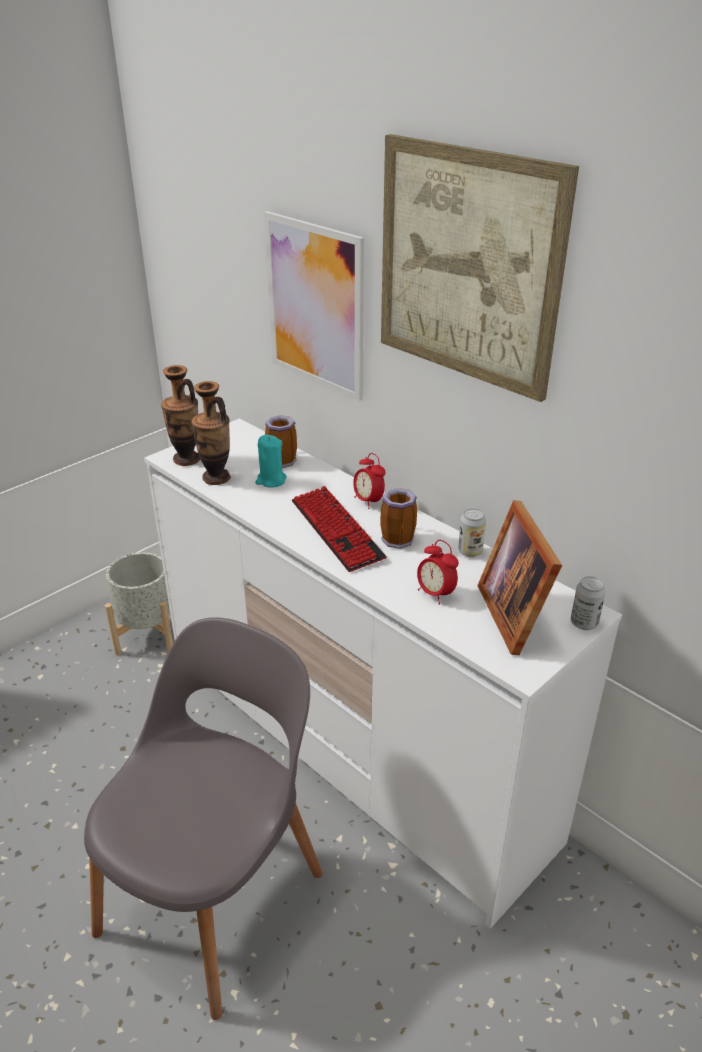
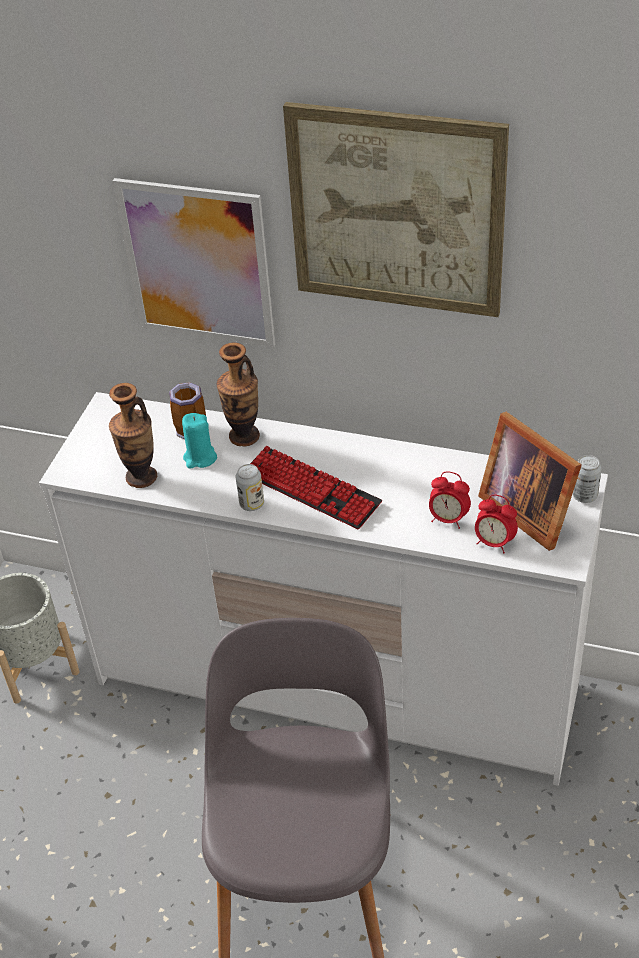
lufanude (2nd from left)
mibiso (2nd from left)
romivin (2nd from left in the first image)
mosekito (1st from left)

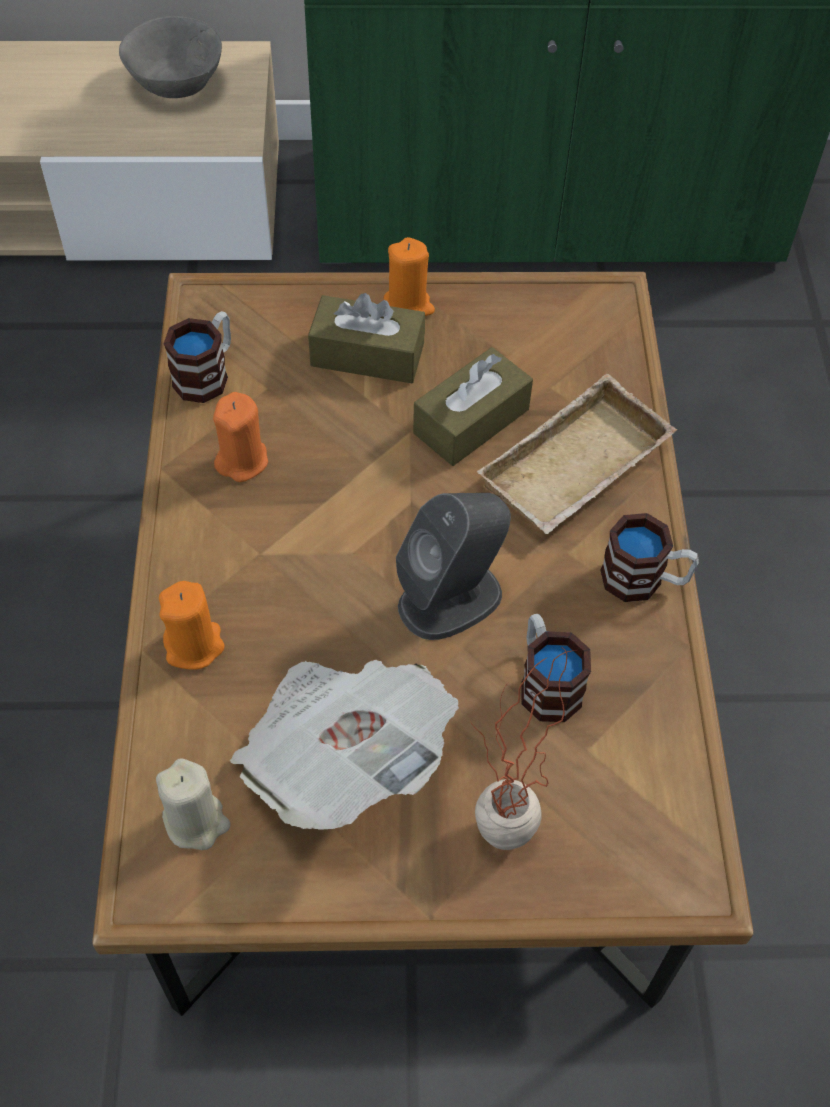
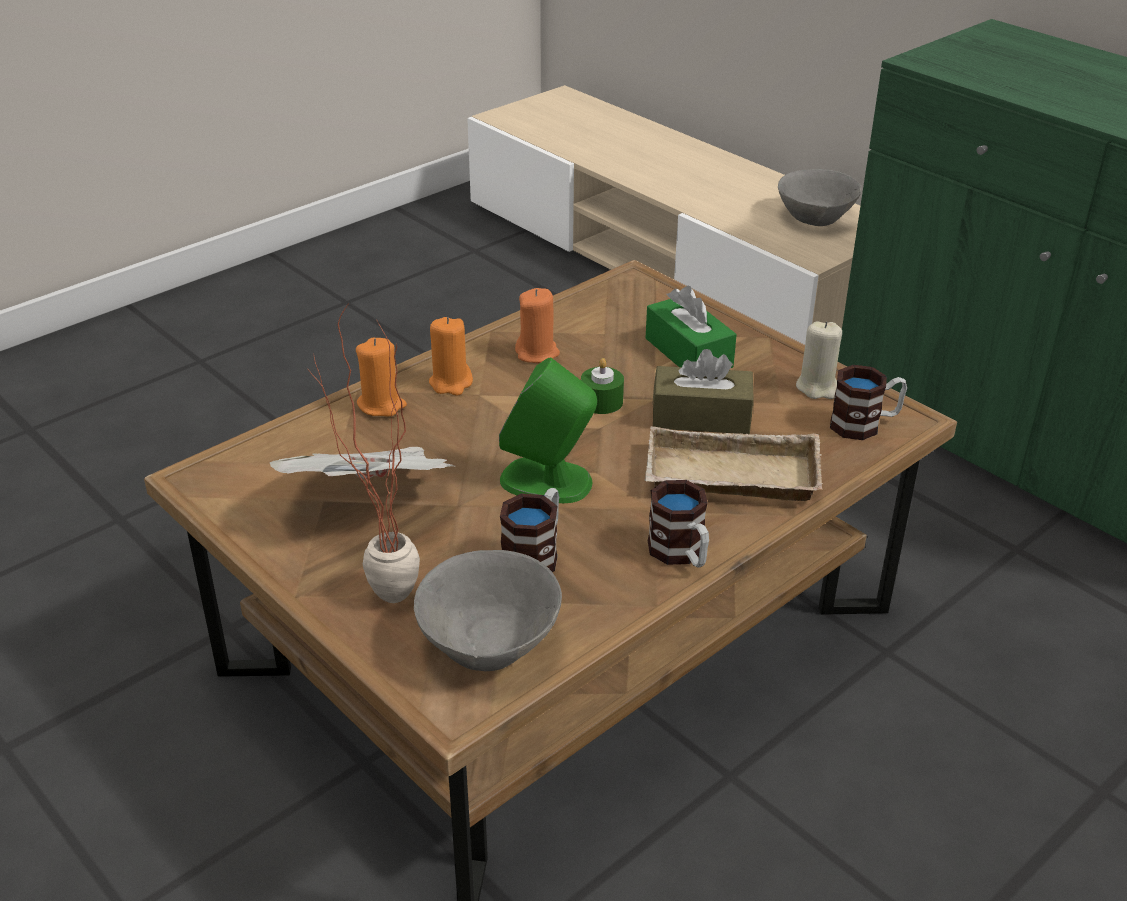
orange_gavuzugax (2nd from left)
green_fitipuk
romivin (3rd from left)
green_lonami
beige_gavuzugax
green_gavuzugax
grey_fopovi (1st from left)

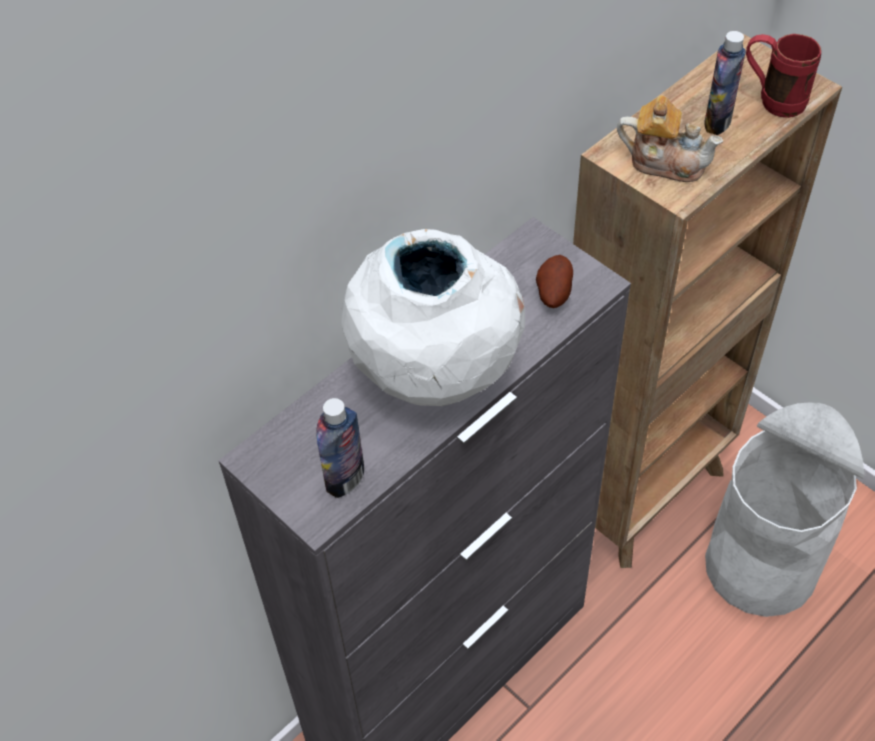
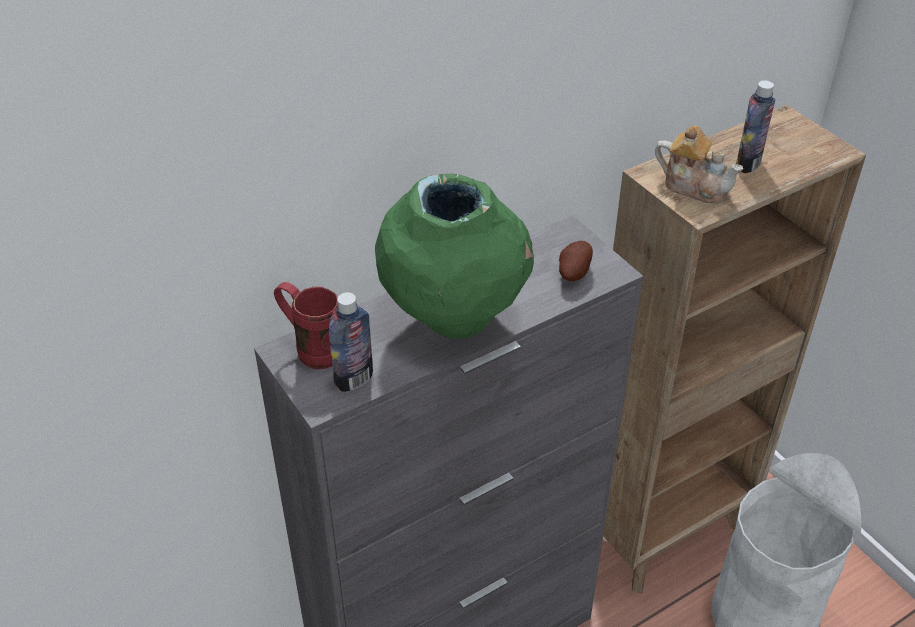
red_romivin
green_lufanude

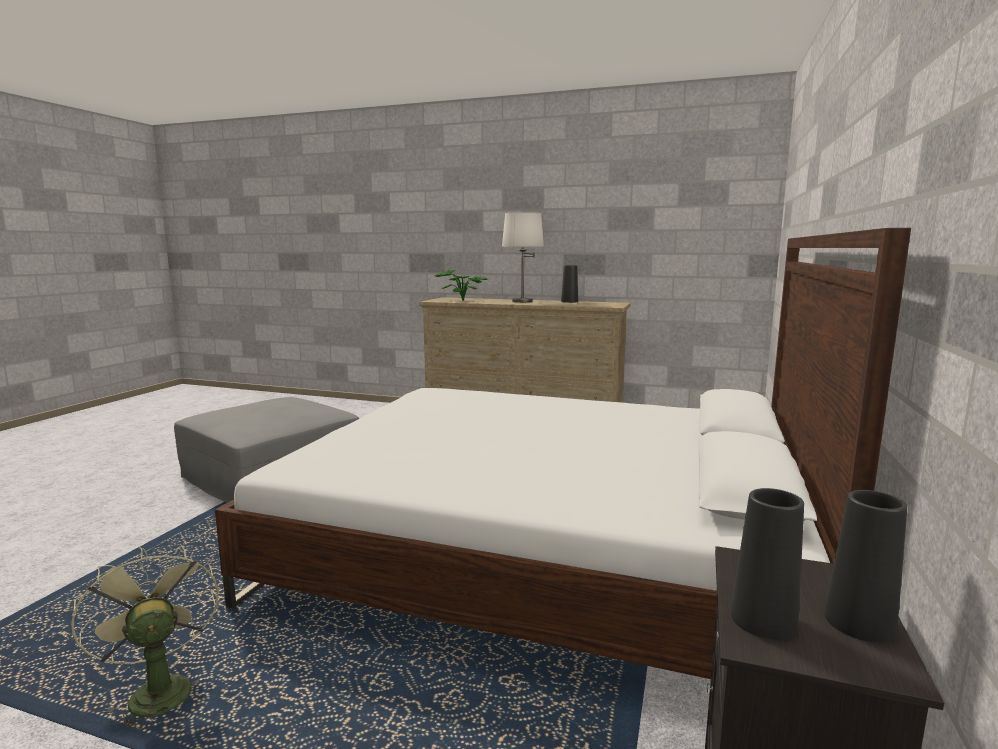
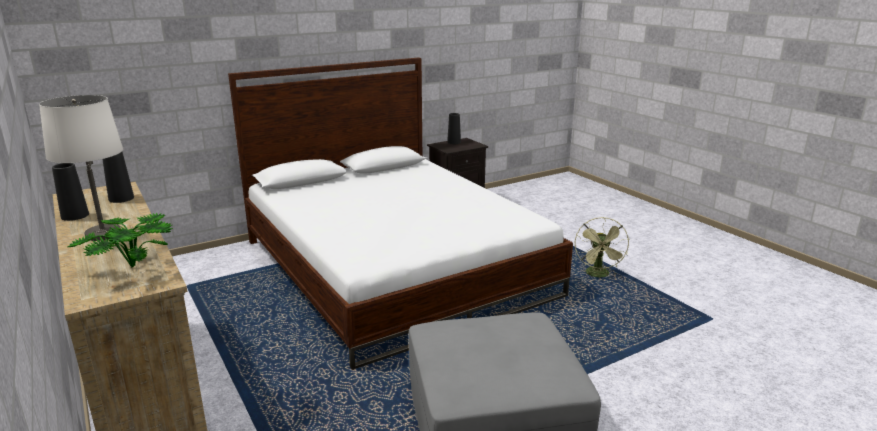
black_lufanude (2nd from left)

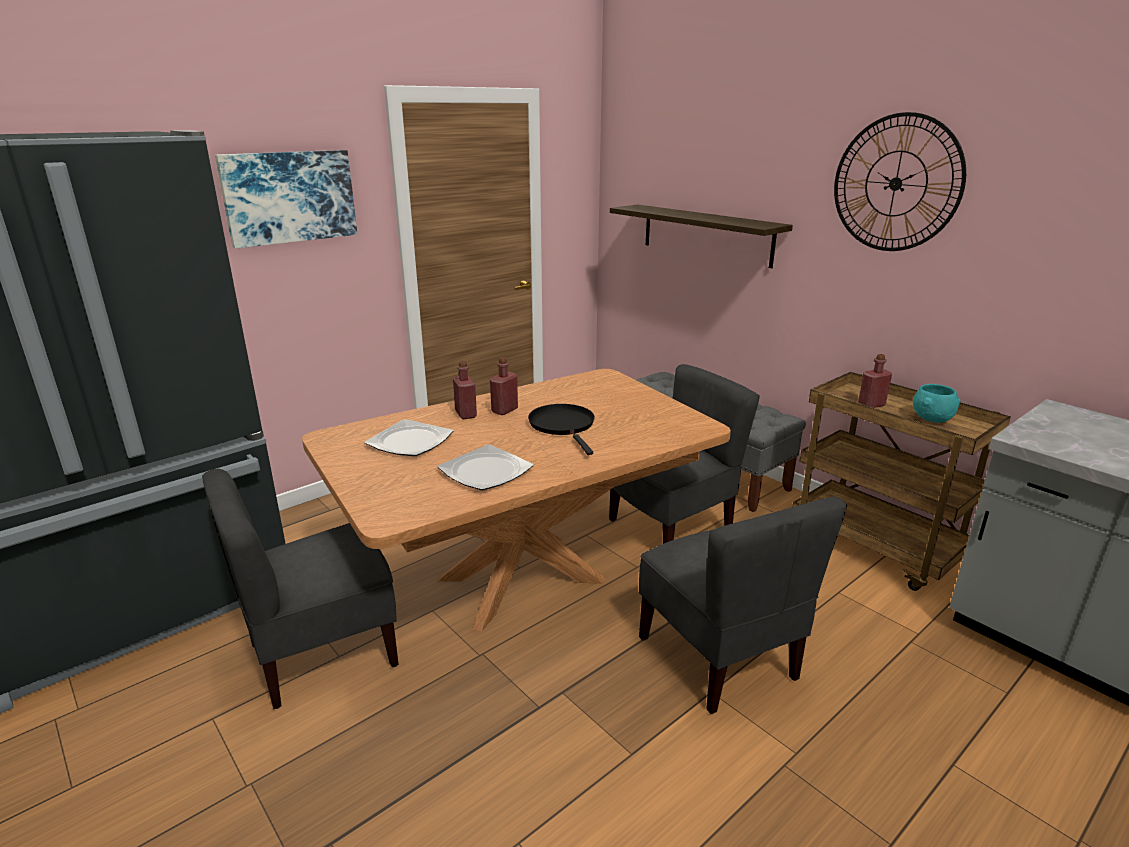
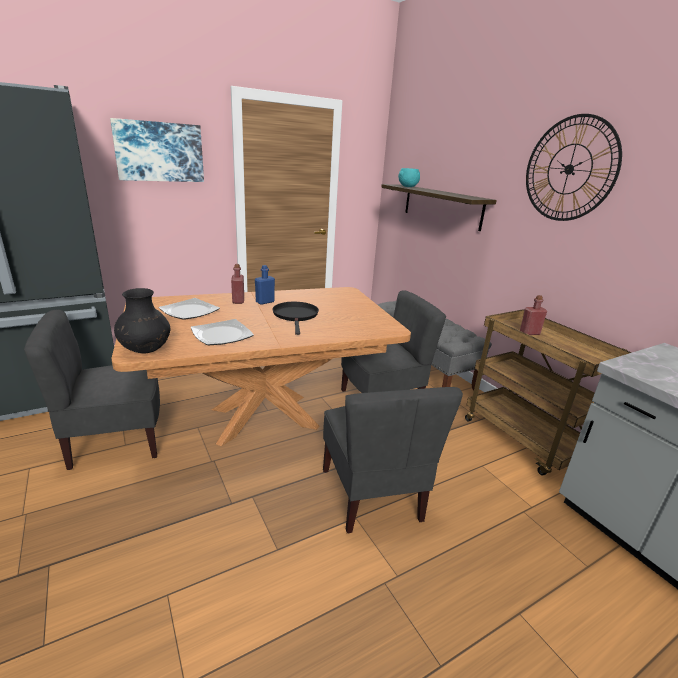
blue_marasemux
turquoise_fopovi
black_lufanude

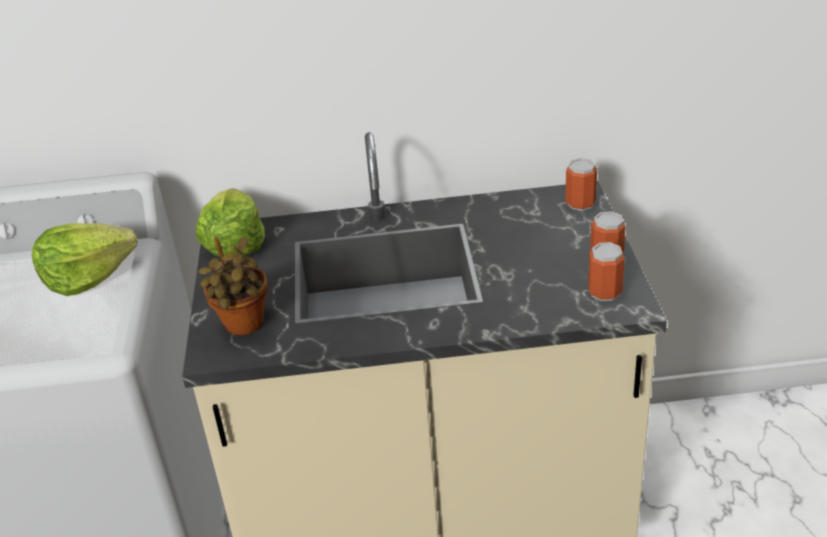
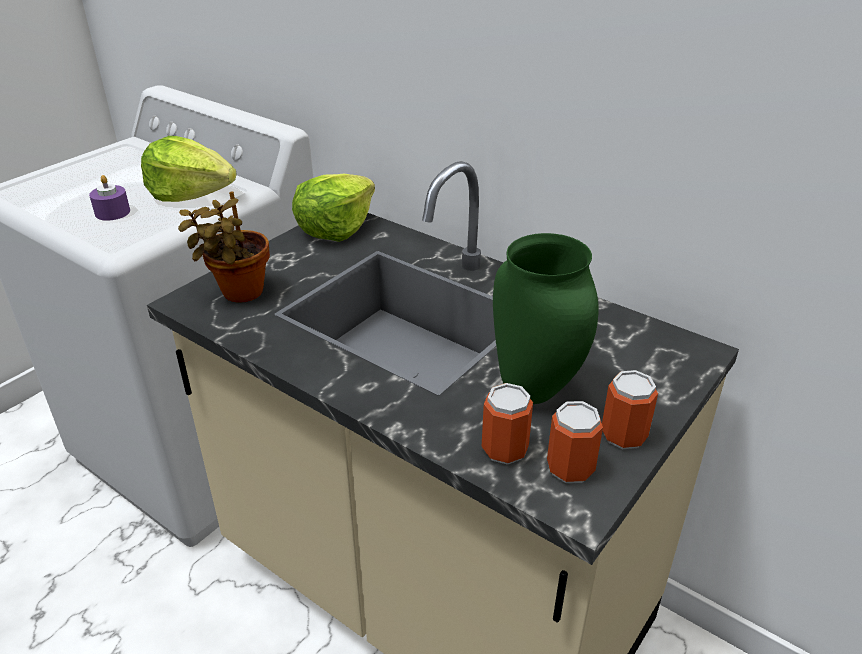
mosekito (1st from left)
purple_gavuzugax
green_lufanude

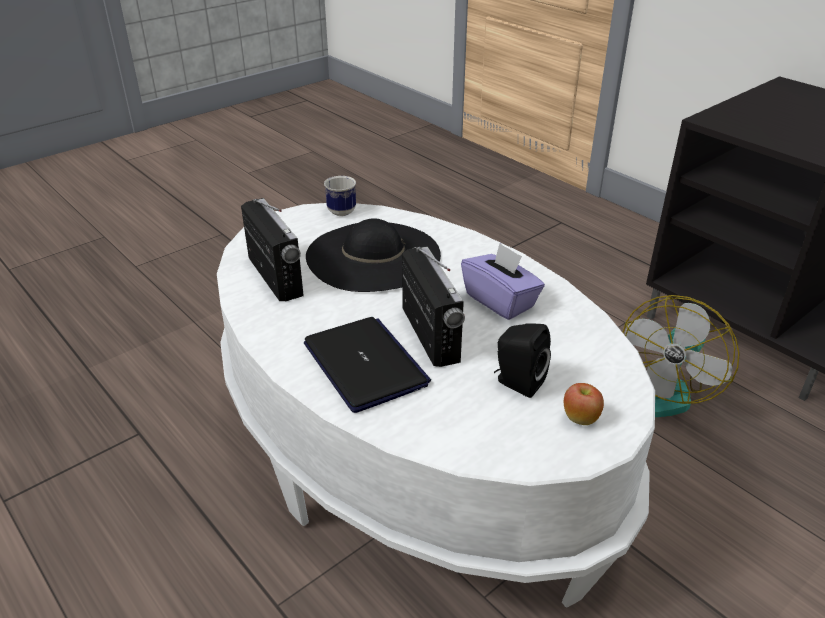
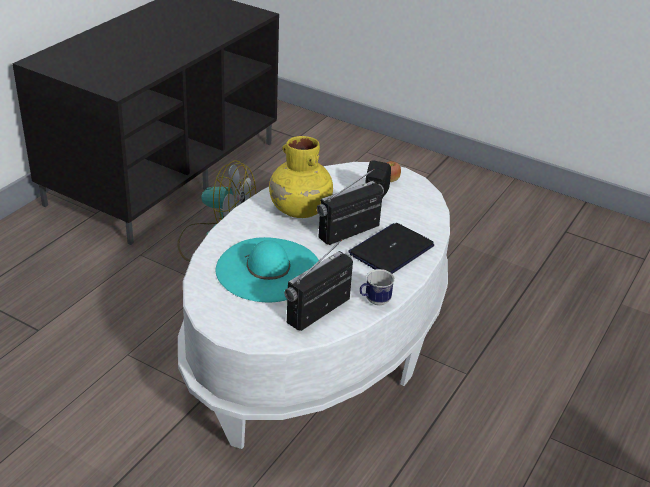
romivin
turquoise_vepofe
yellow_lufanude

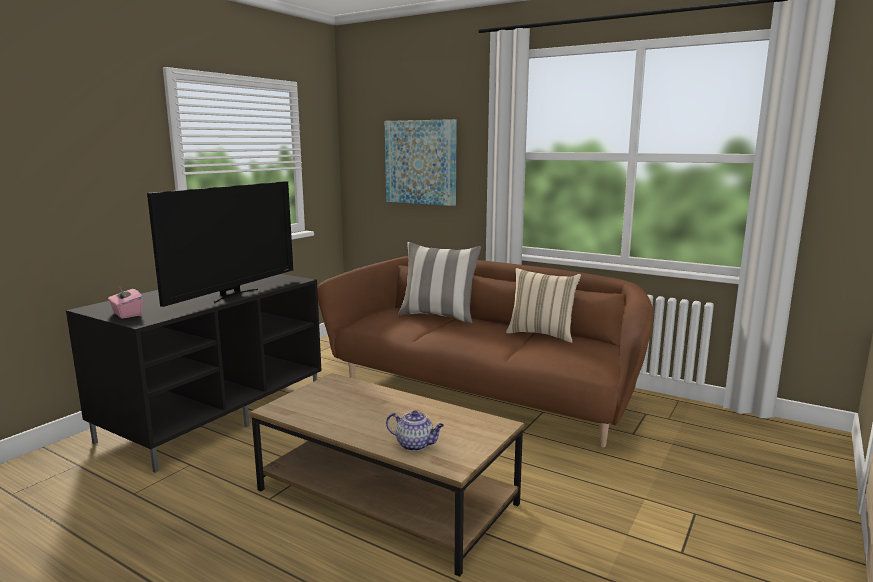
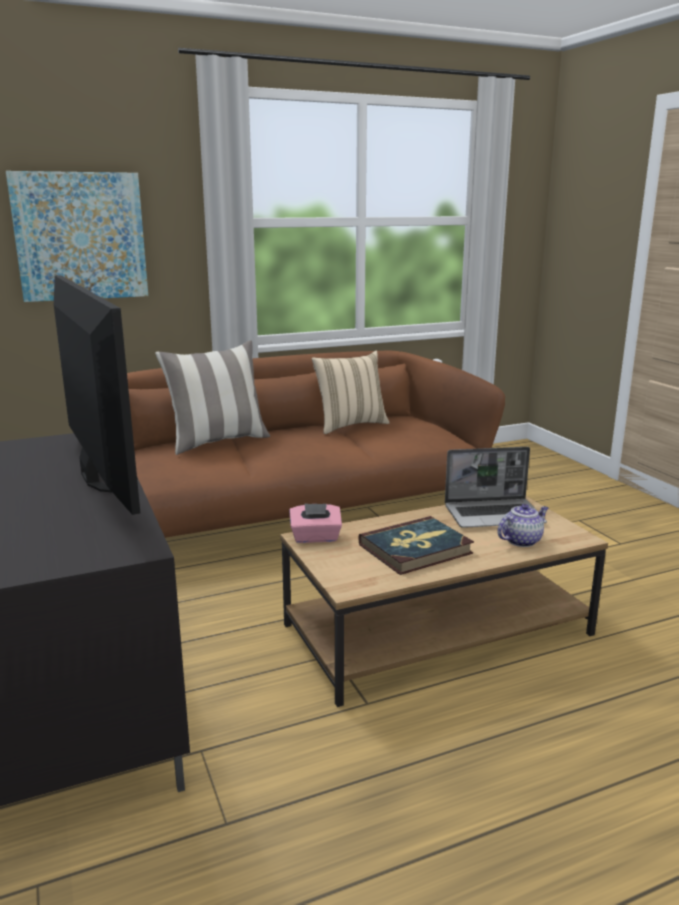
pink_fitipuk
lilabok
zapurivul

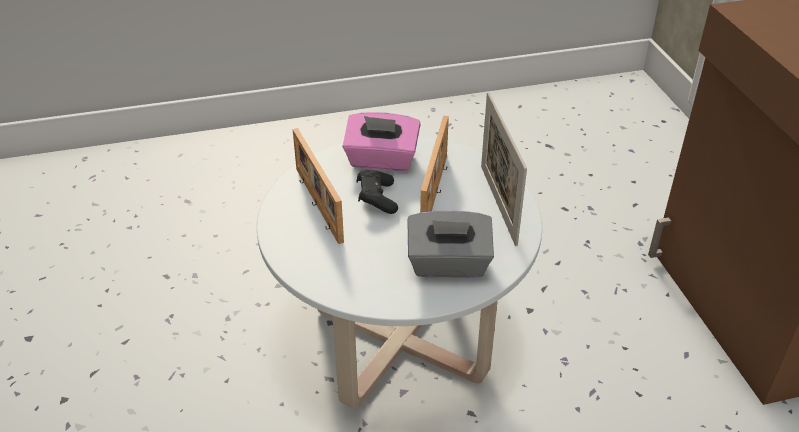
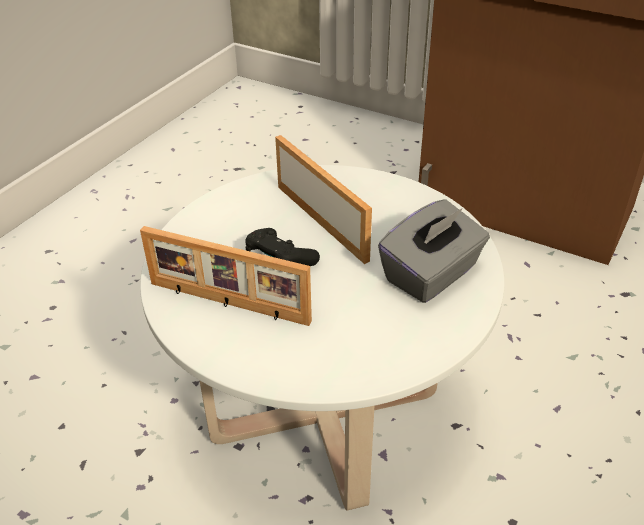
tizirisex (3rd from left in the first image)
pink_fitipuk

